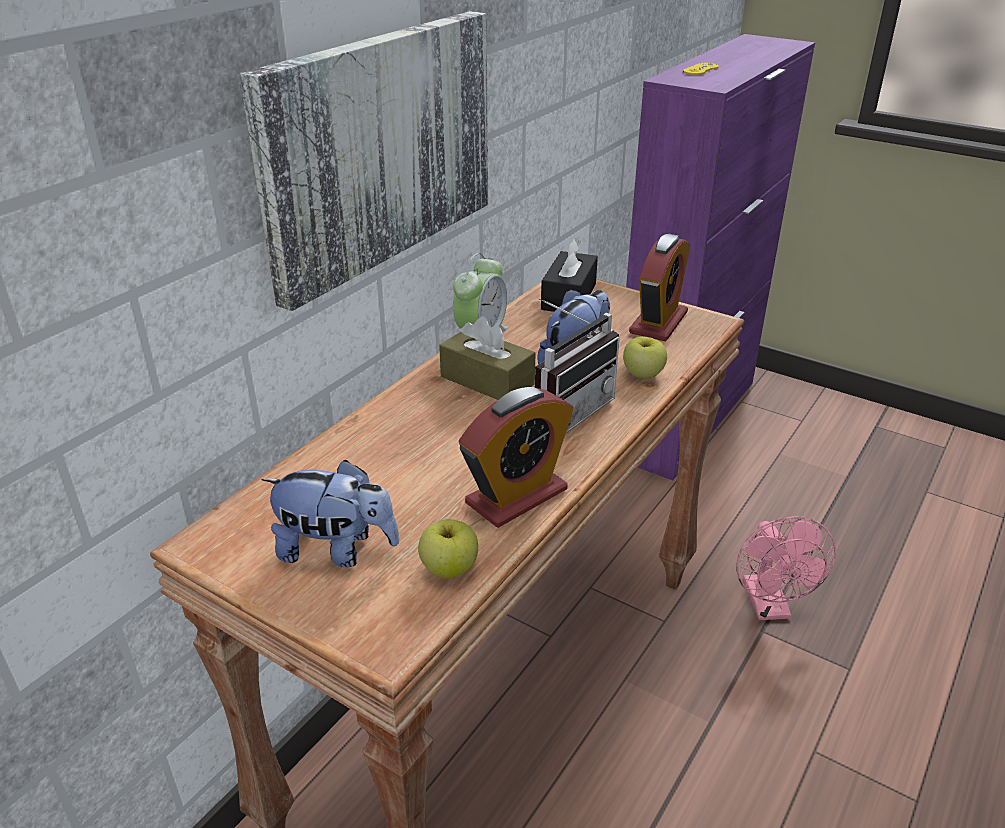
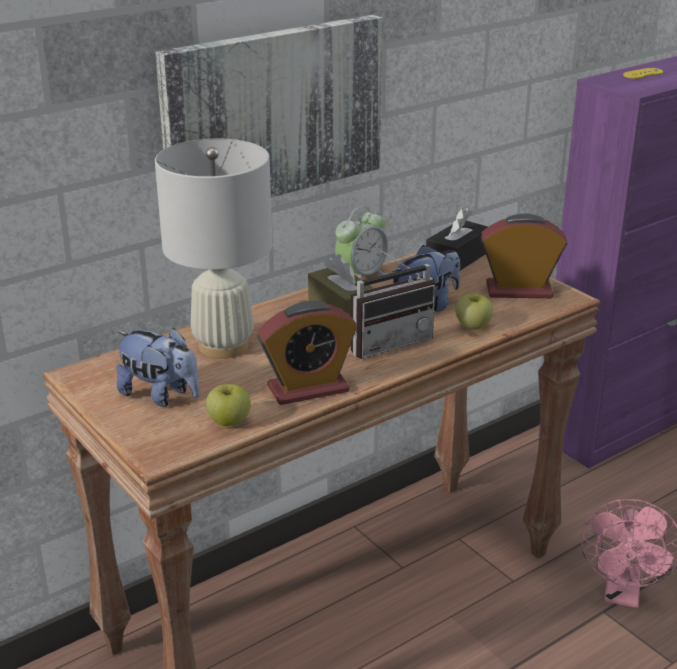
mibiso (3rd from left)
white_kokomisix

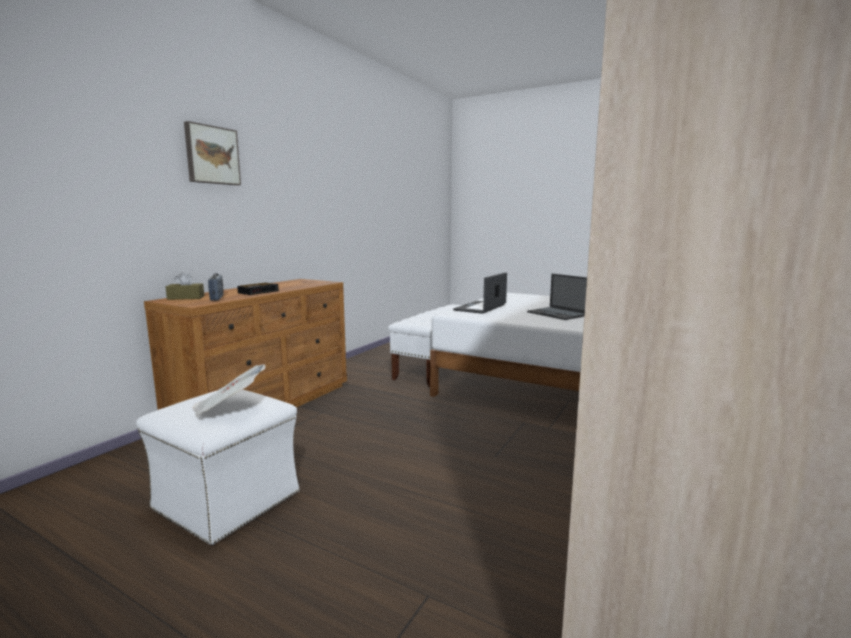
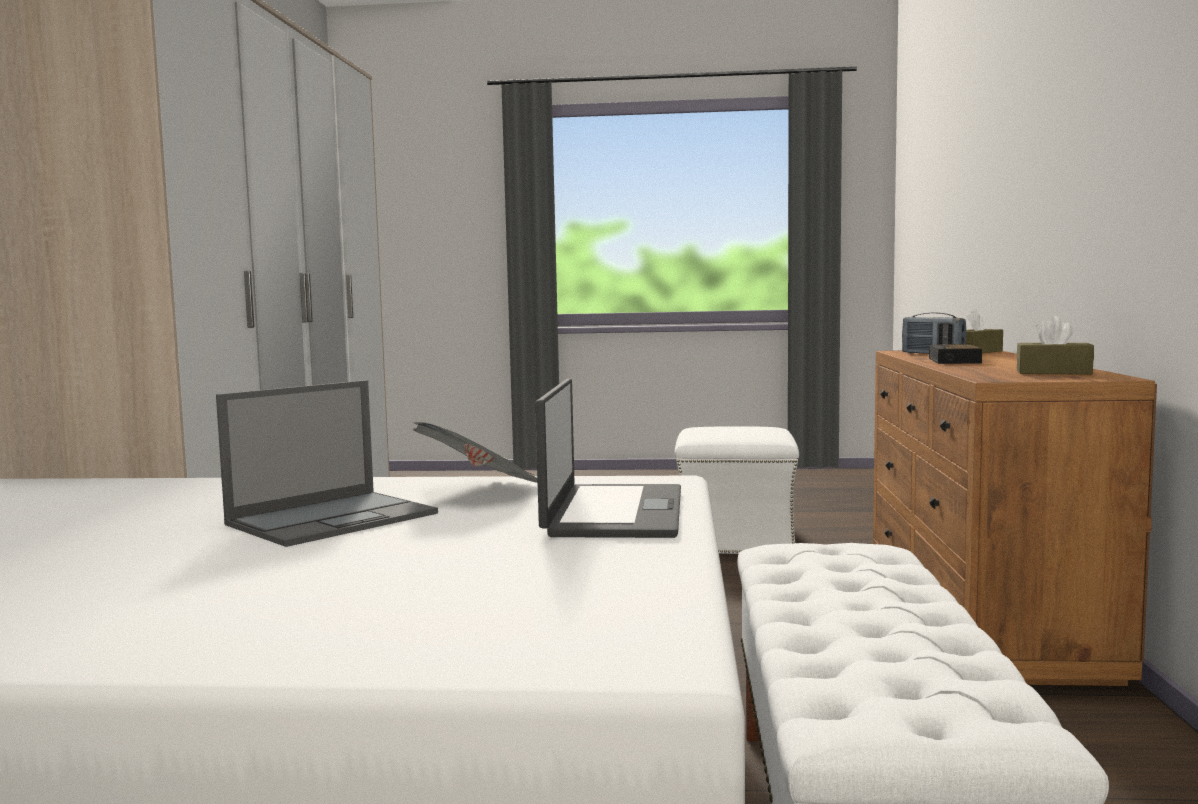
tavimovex
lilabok (1st from left)
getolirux
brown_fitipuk (2nd from left)

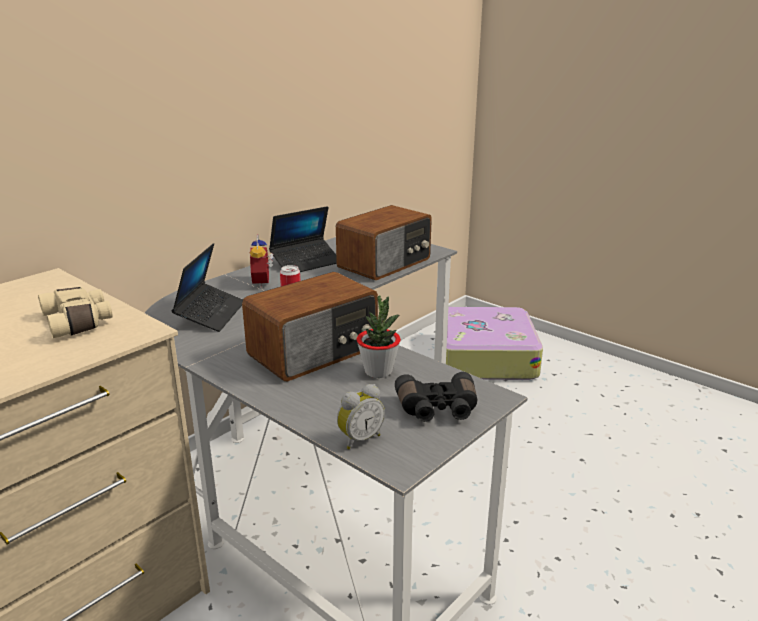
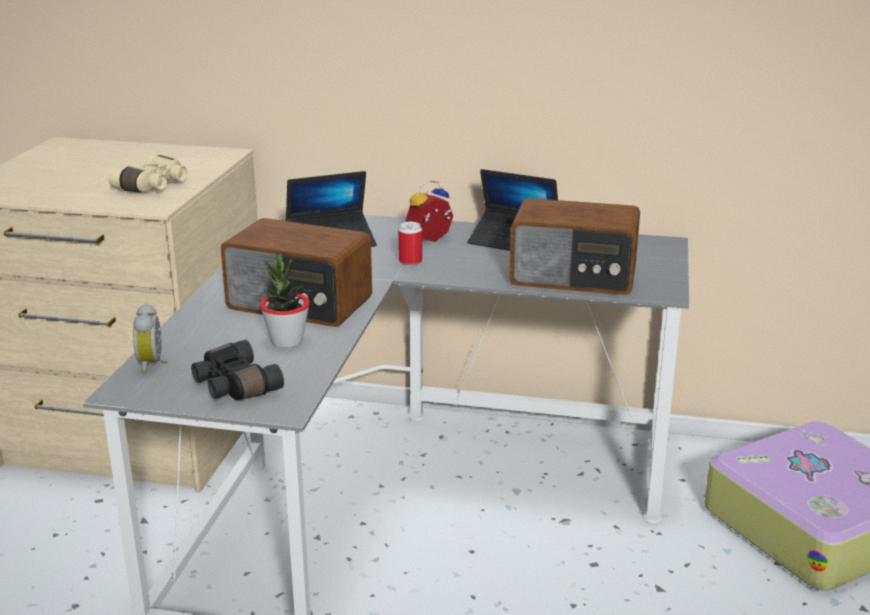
mibiso (1st from left)

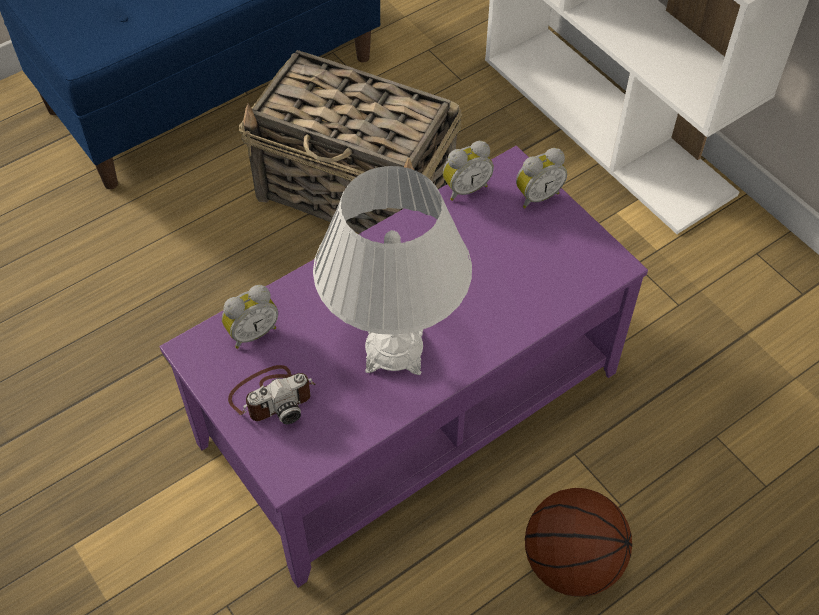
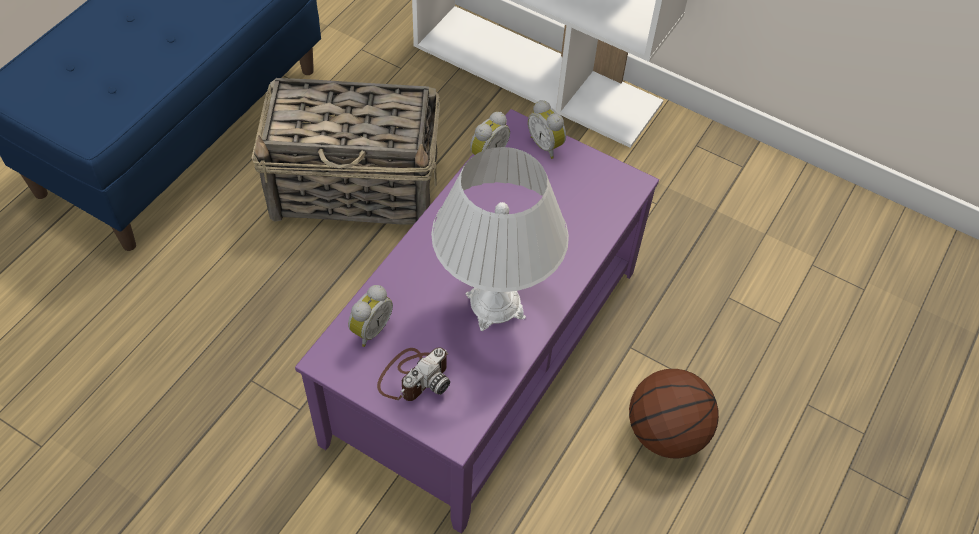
mibiso (3rd from left)

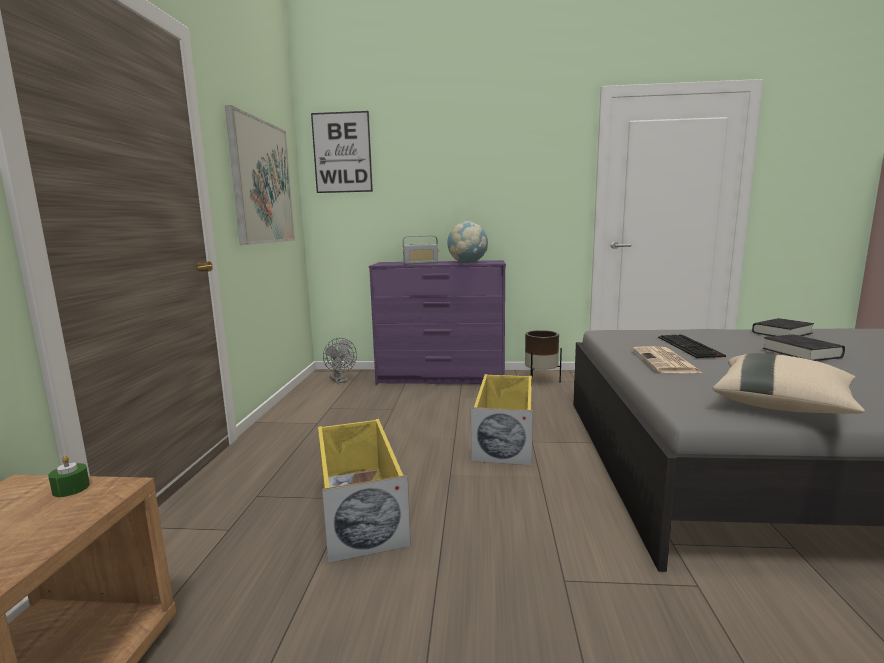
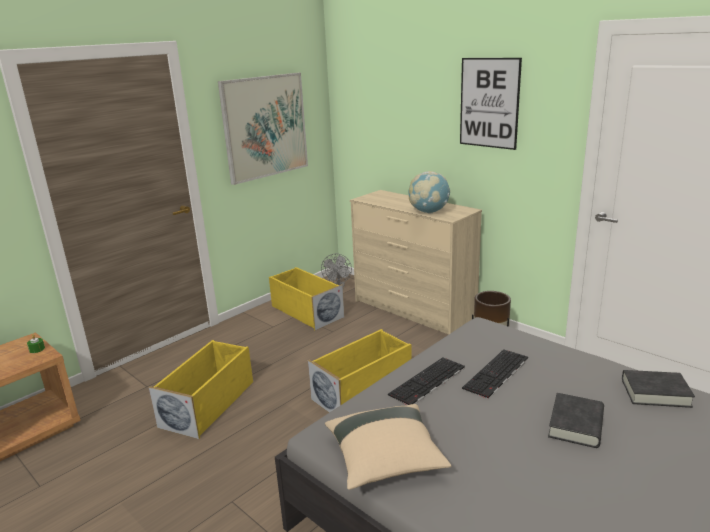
tavimovex (2nd from left)
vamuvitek
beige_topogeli
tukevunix (1st from left)
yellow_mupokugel (2nd from left)

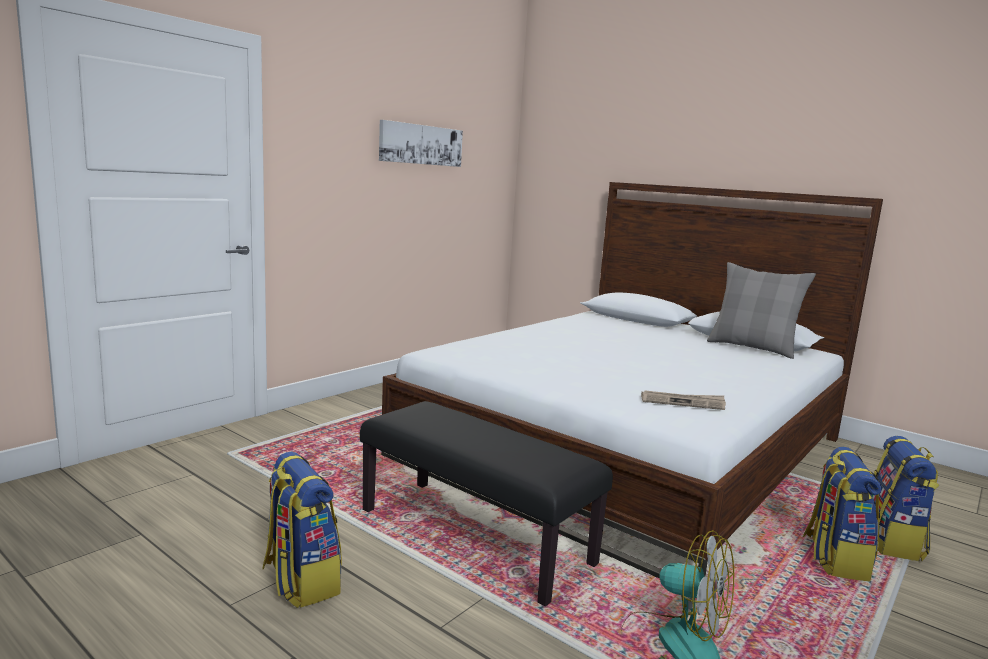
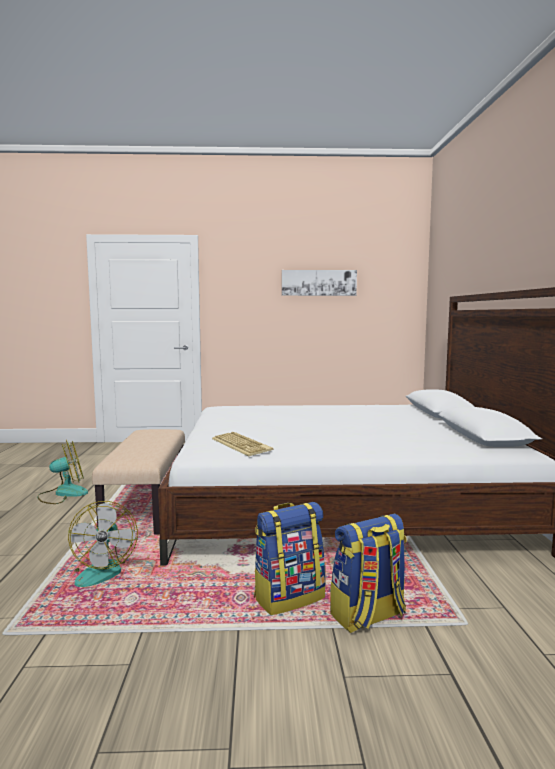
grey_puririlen
tukevunix
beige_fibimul
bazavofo (1st from left)

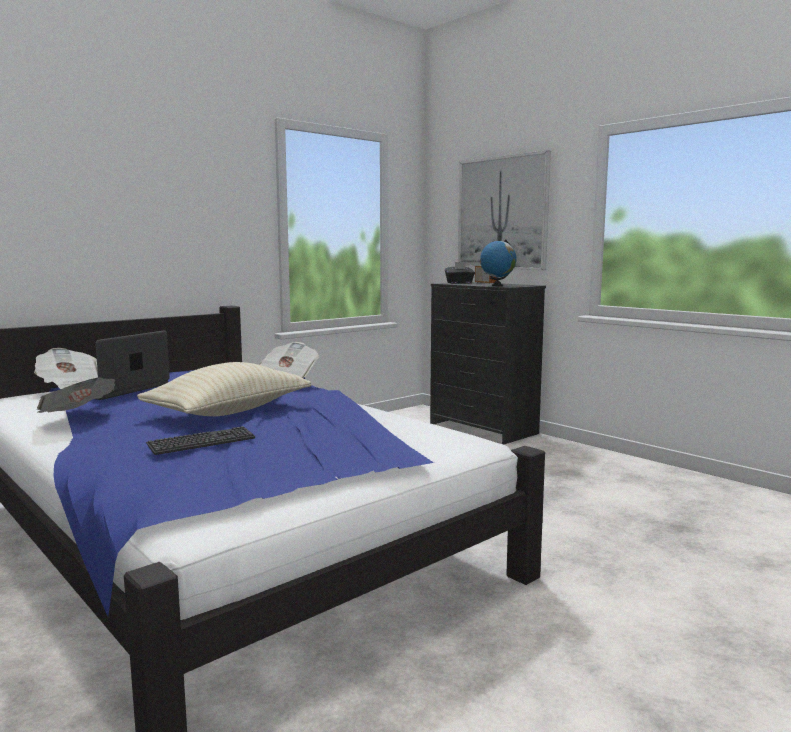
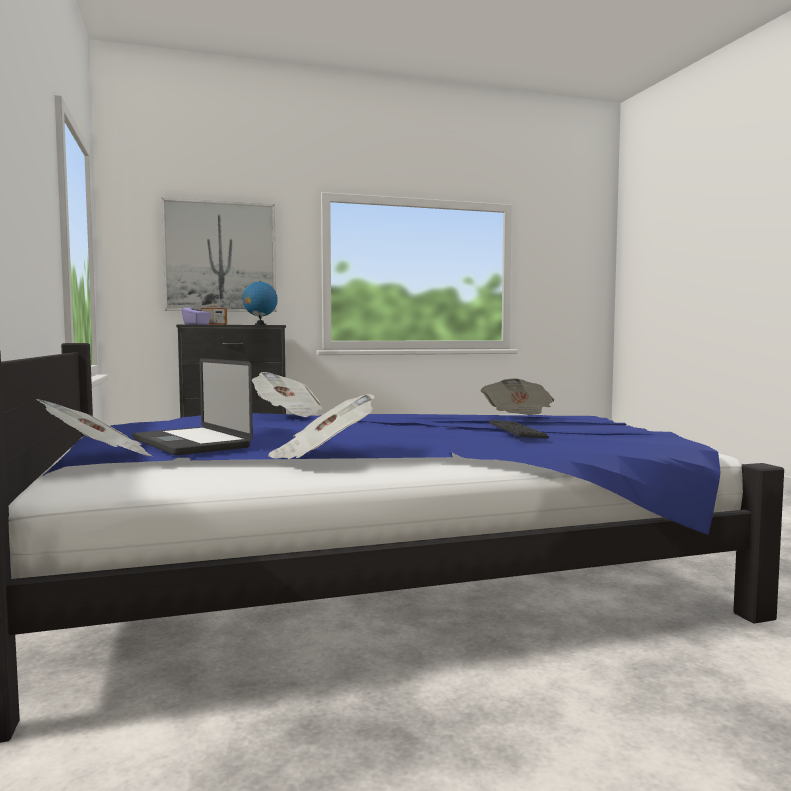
purple_fitipuk
beige_puririlen
getolirux (4th from left)

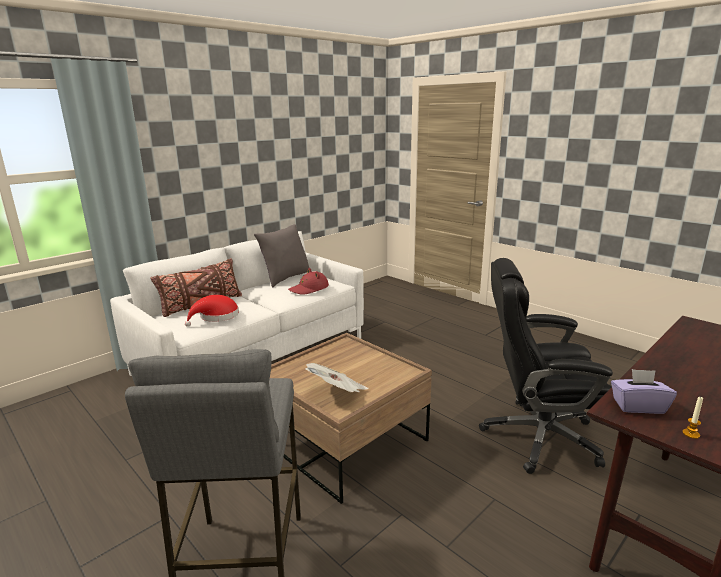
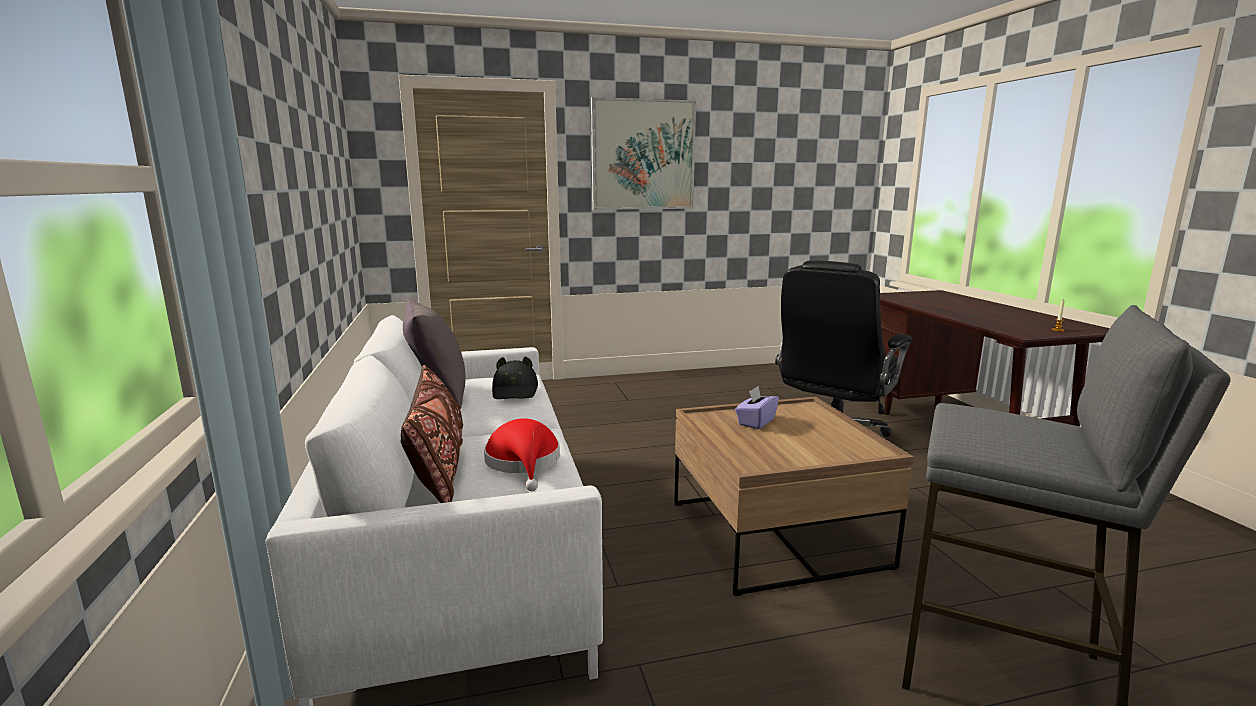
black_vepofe
getolirux
purple_fitipuk
tavimovex

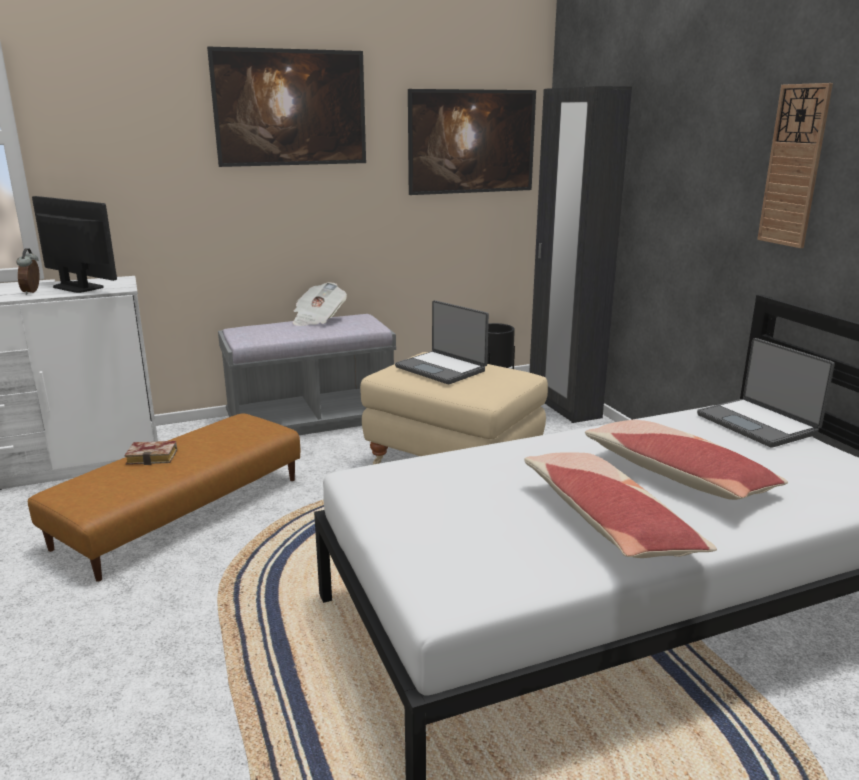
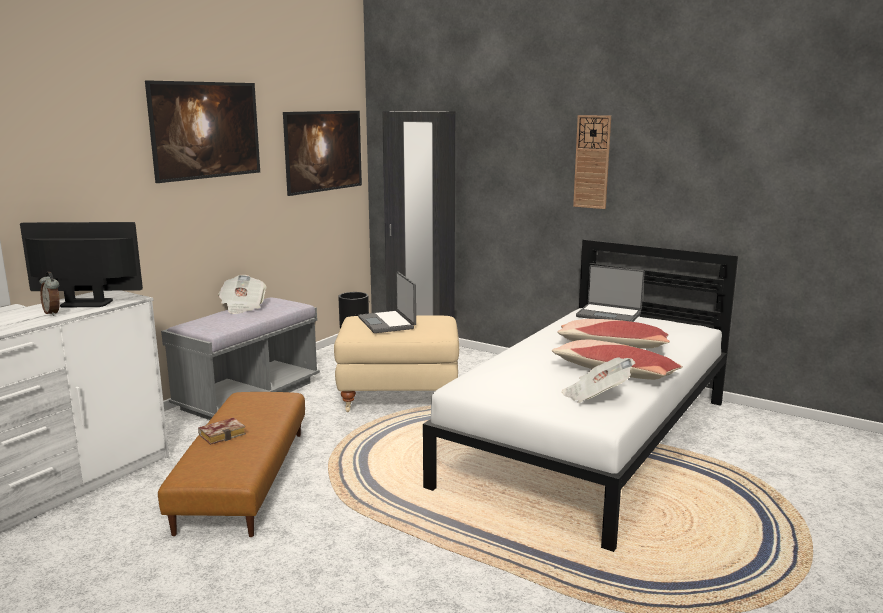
lilabok (1st from left)
getolirux (2nd from left)

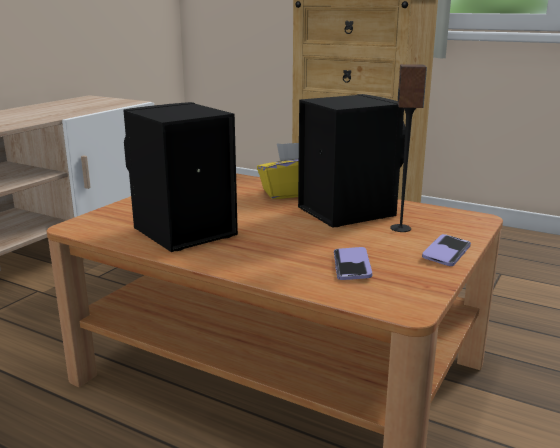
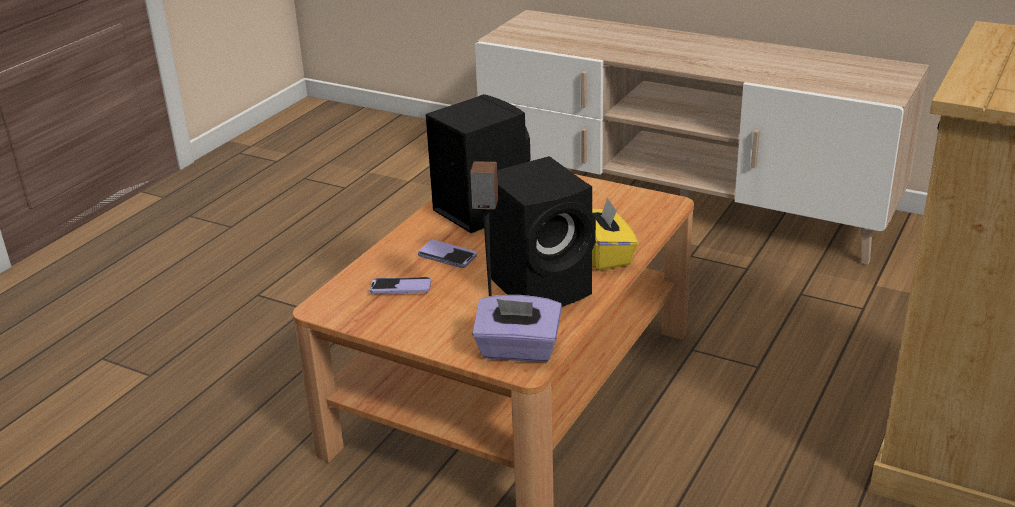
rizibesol (2nd from left)
purple_fitipuk

